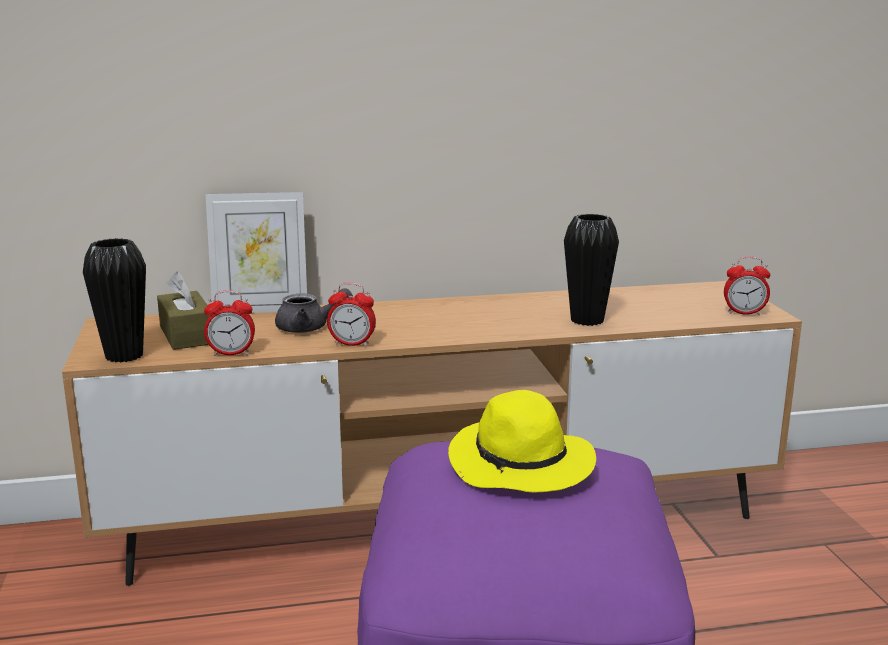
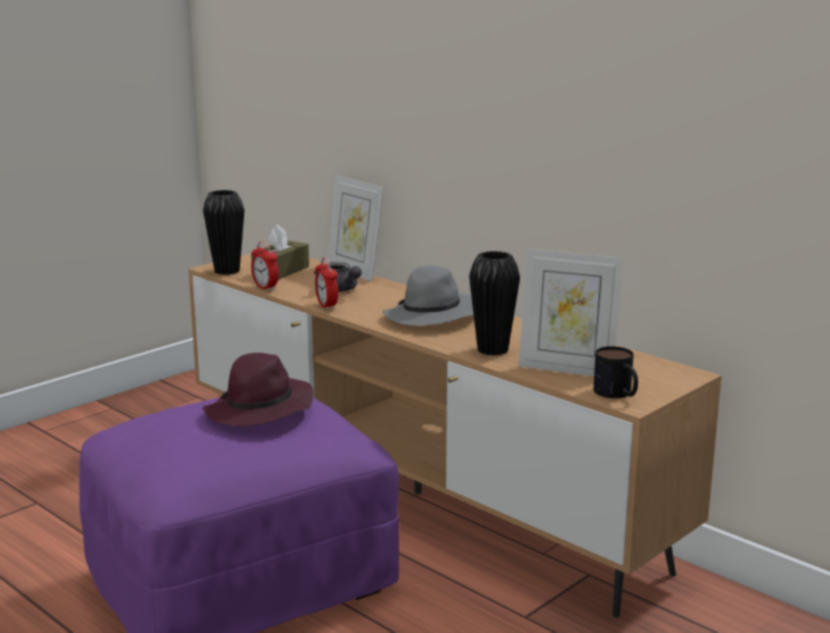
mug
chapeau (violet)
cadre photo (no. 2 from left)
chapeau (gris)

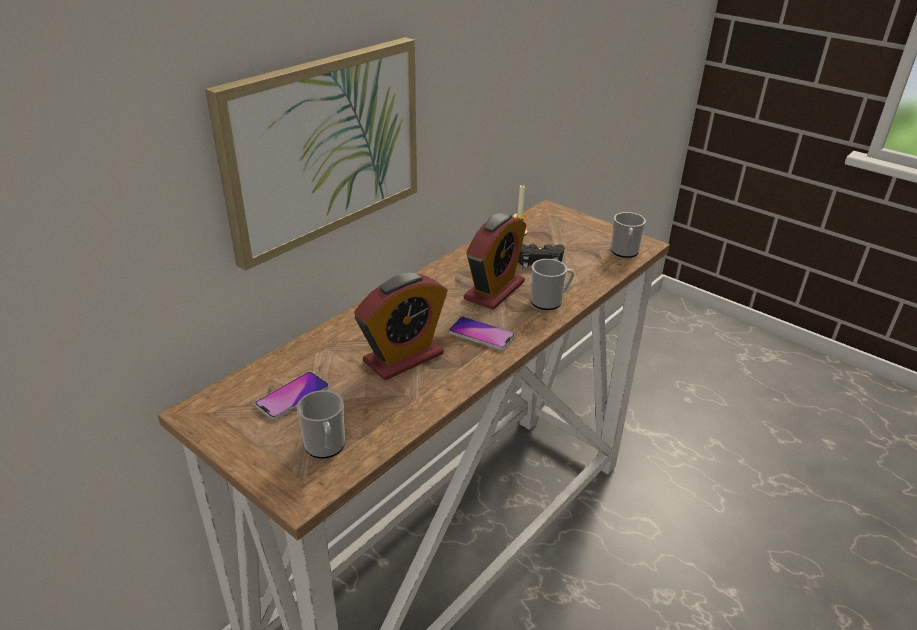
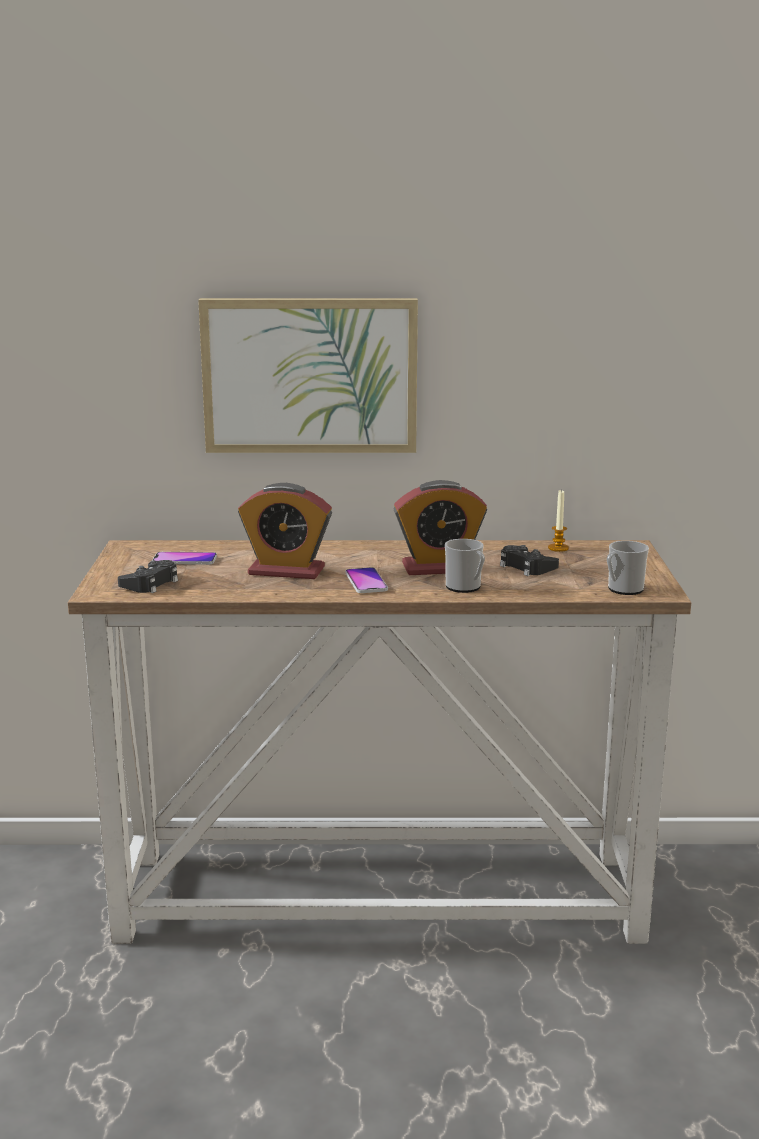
manette (noir) (no. 1 from left)

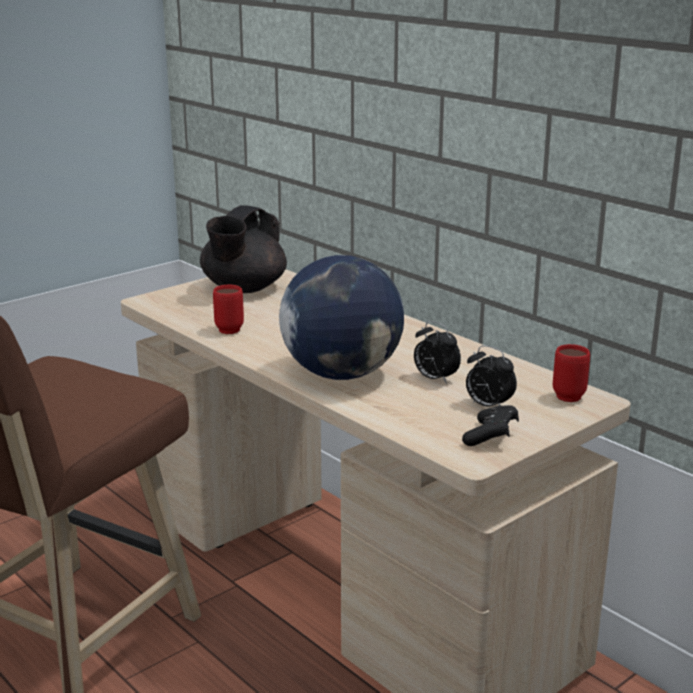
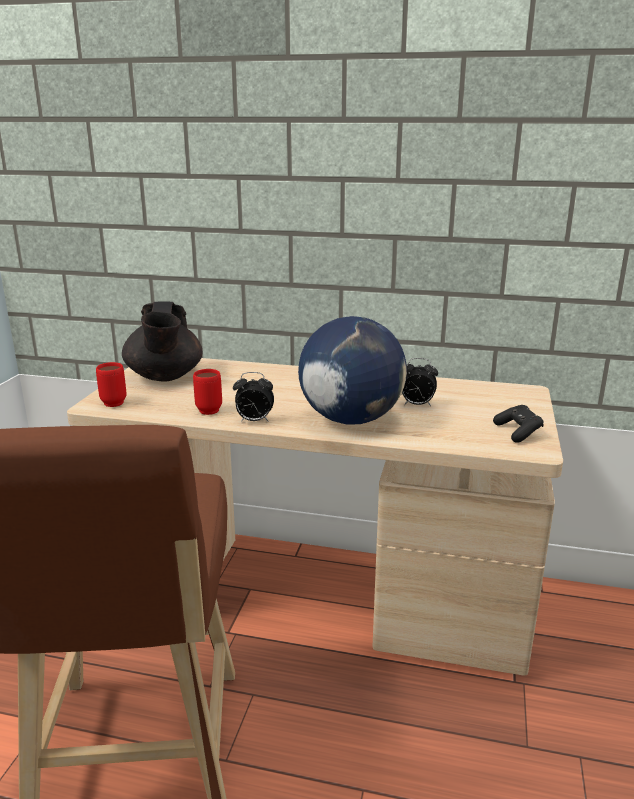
mug (rouge) (no. 1 from left)
réveil (no. 1 from left)

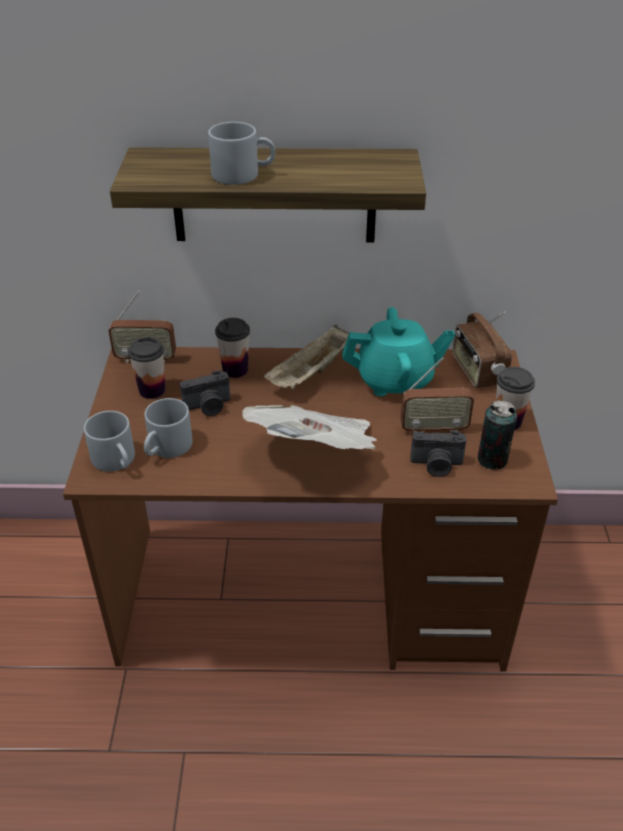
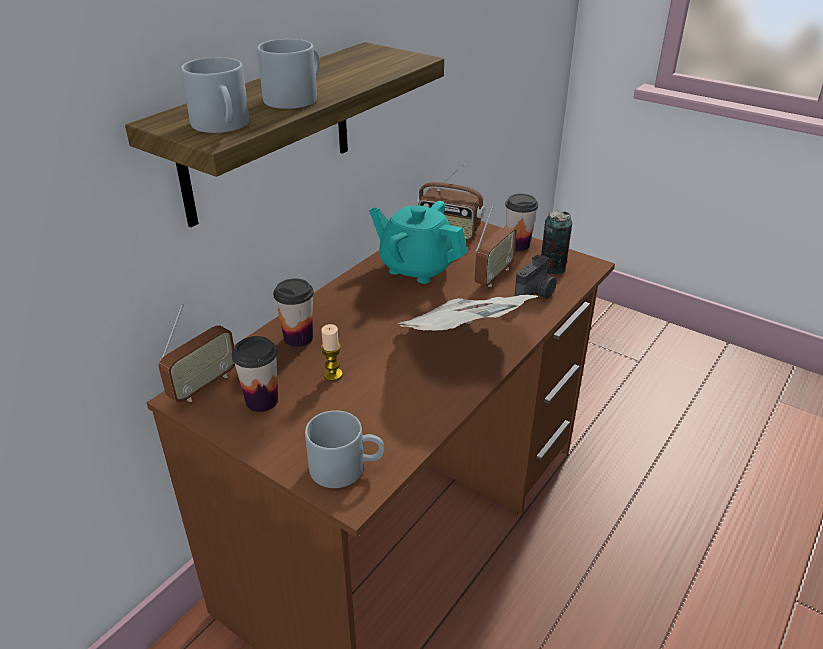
théière (turquoise)
plateau (beige)
bougie
mug (gris) (no. 1 from left)

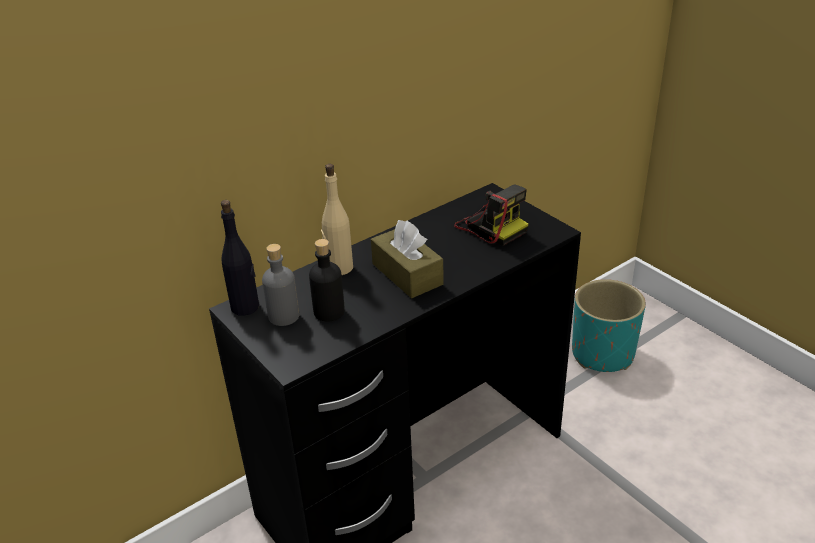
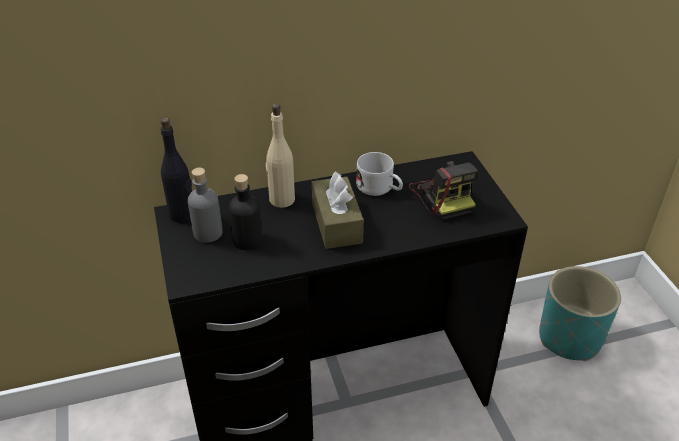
mug (blanc)

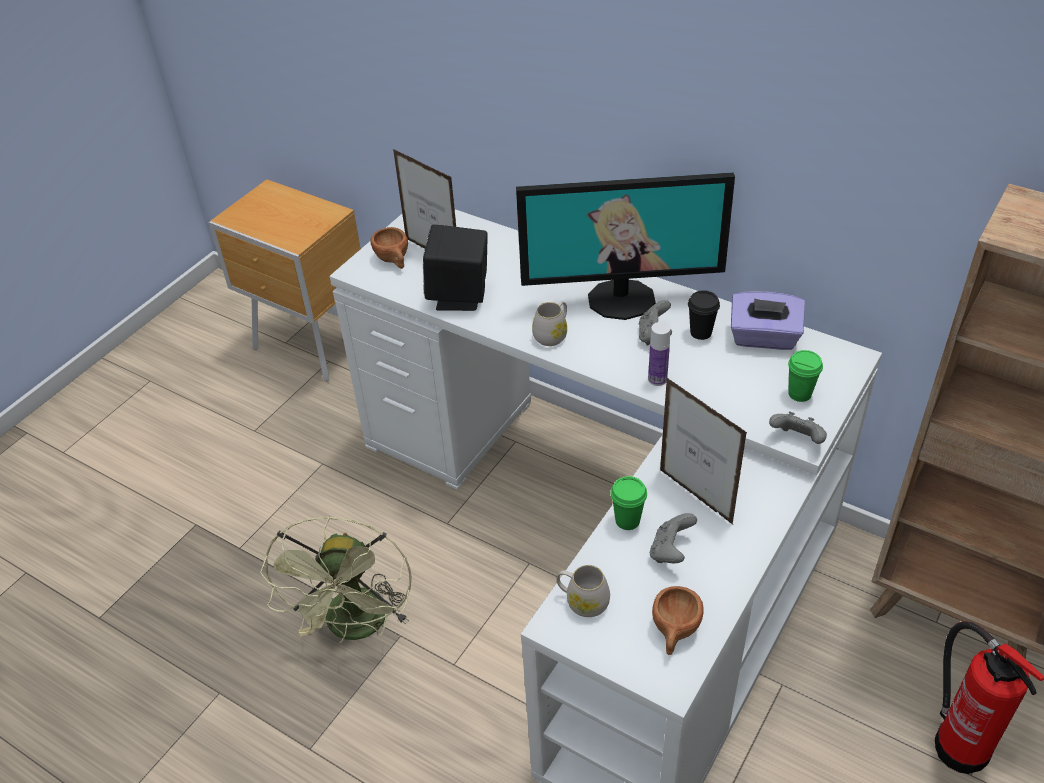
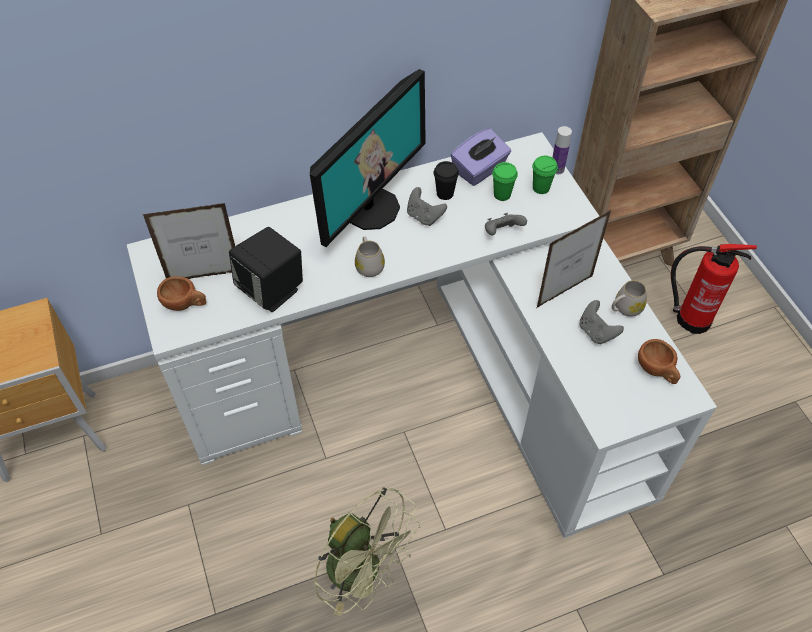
bouteille
cadre photo (no. 2 from left)
manette (gris) (no. 2 from left)
tasse (vert) (no. 1 from left)
mug (blanc) (no. 2 from left)

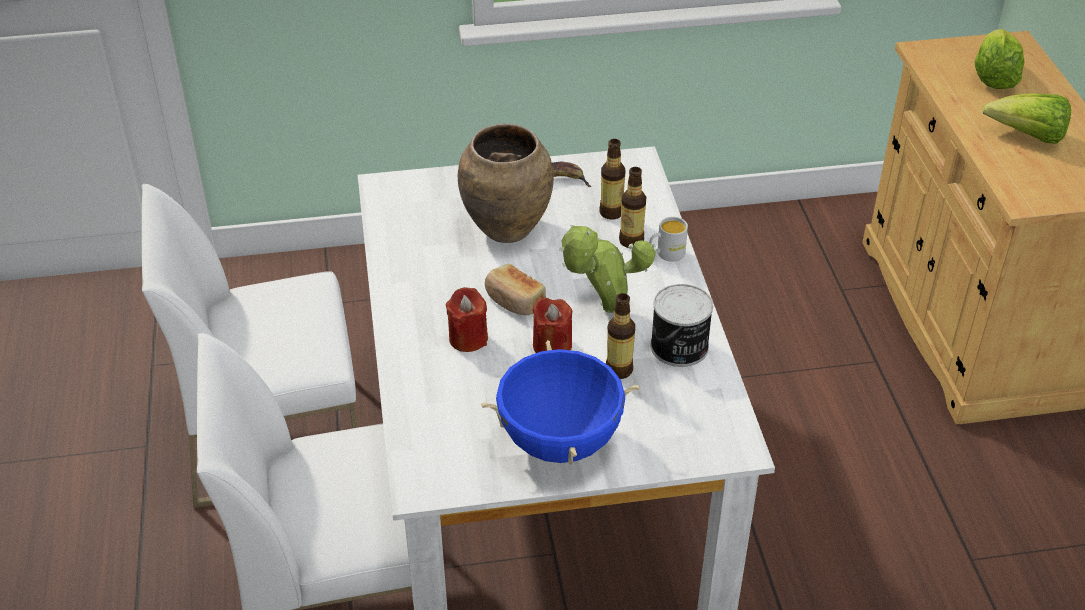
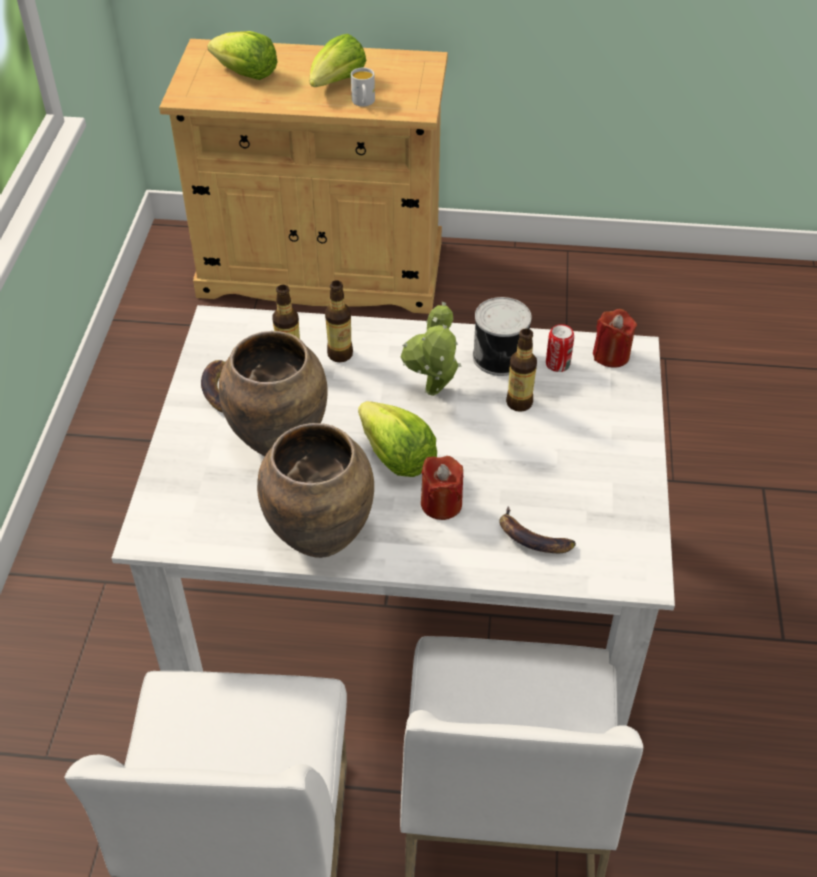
mug (blanc)
laitue (no. 3 from left)
bougie (rouge) (no. 2 from left)
marmite (bleu)
boîte métallique (no. 2 from left)
vase (marron) (no. 2 from left)
banane (no. 2 from left)

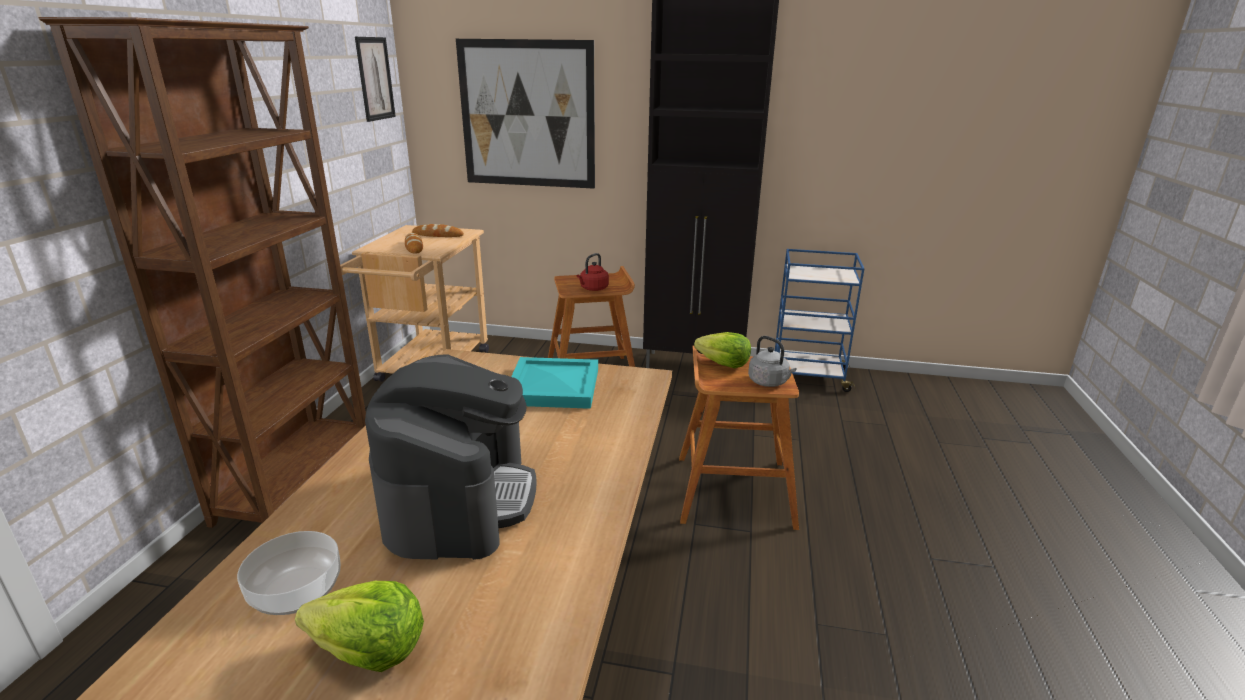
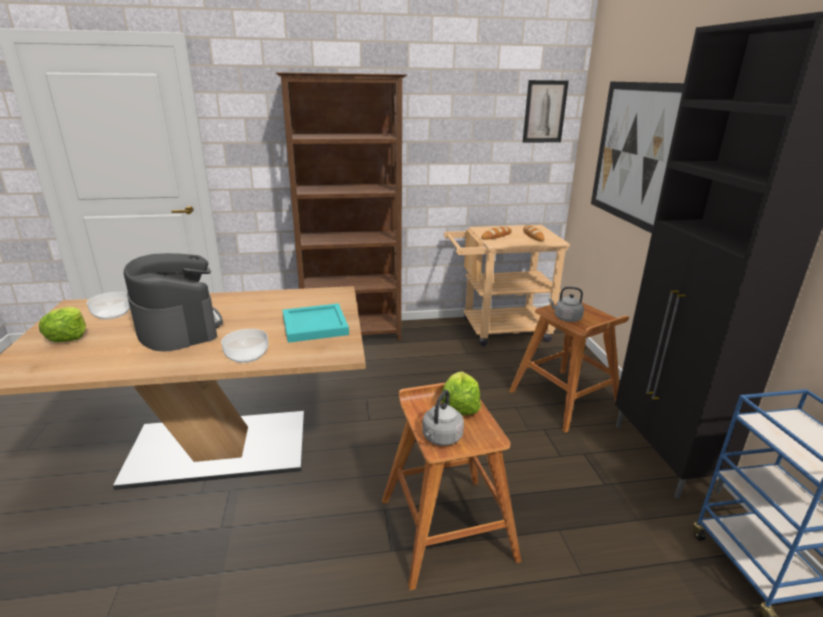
bouilloire (gris) (no. 2 from left)
machine à café
bol (no. 2 from left)

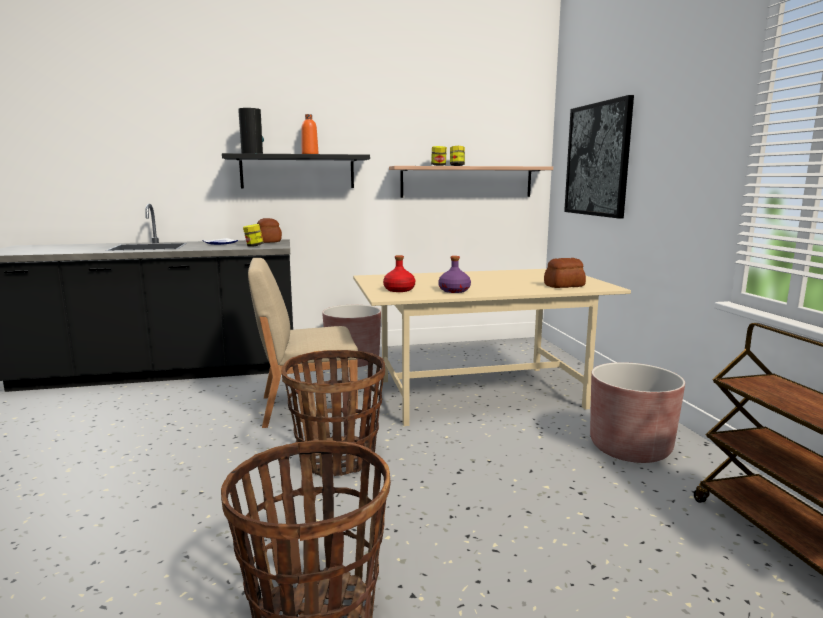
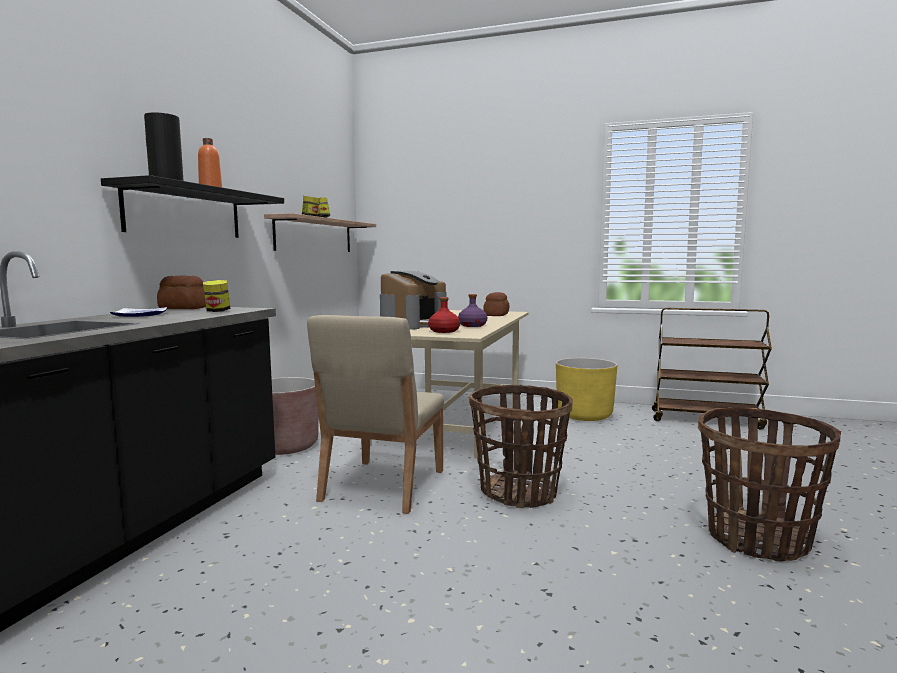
tableau
cache-pot (jaune)
machine à café

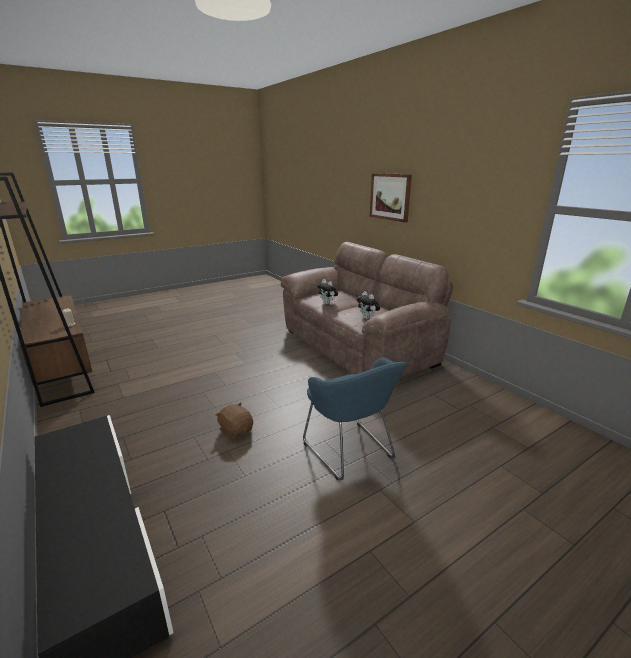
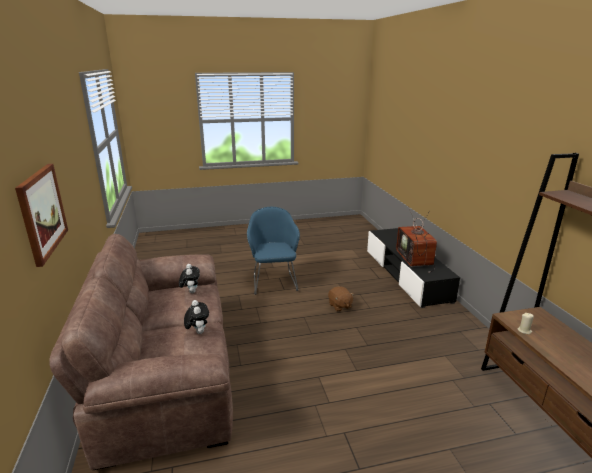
téléviseur

